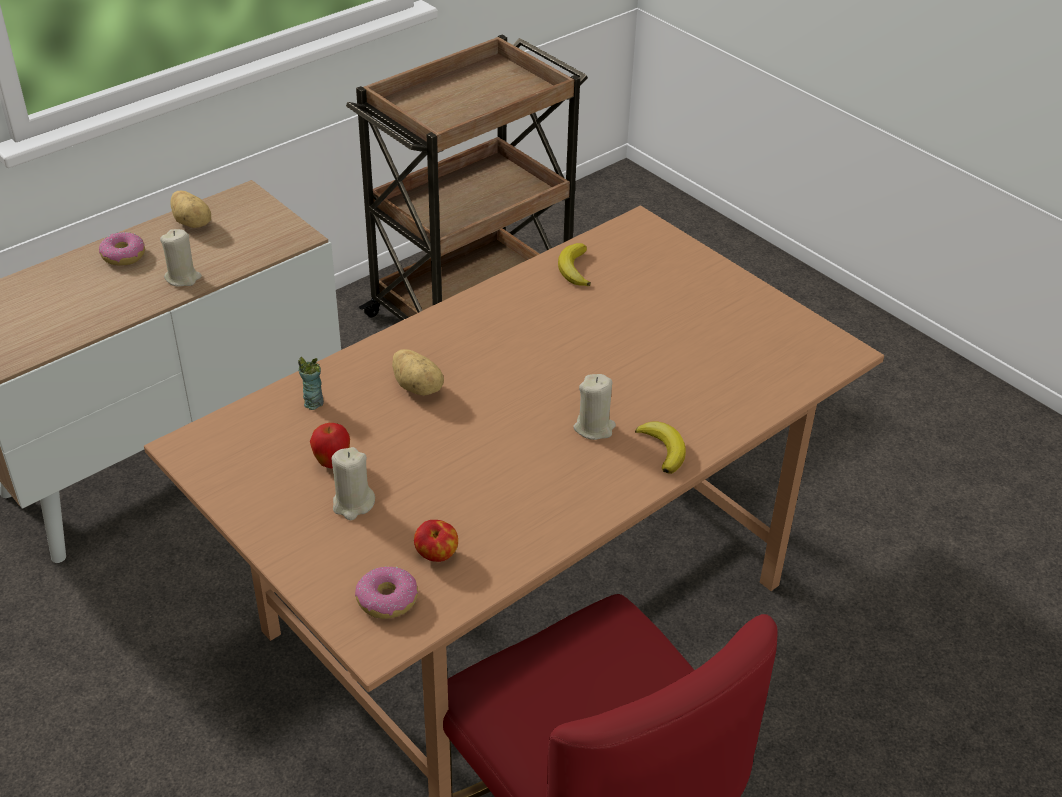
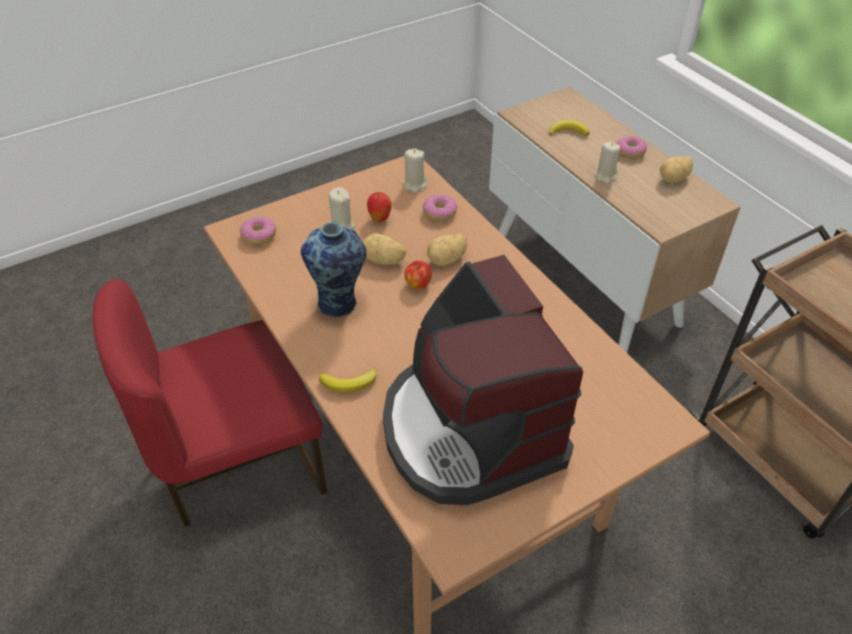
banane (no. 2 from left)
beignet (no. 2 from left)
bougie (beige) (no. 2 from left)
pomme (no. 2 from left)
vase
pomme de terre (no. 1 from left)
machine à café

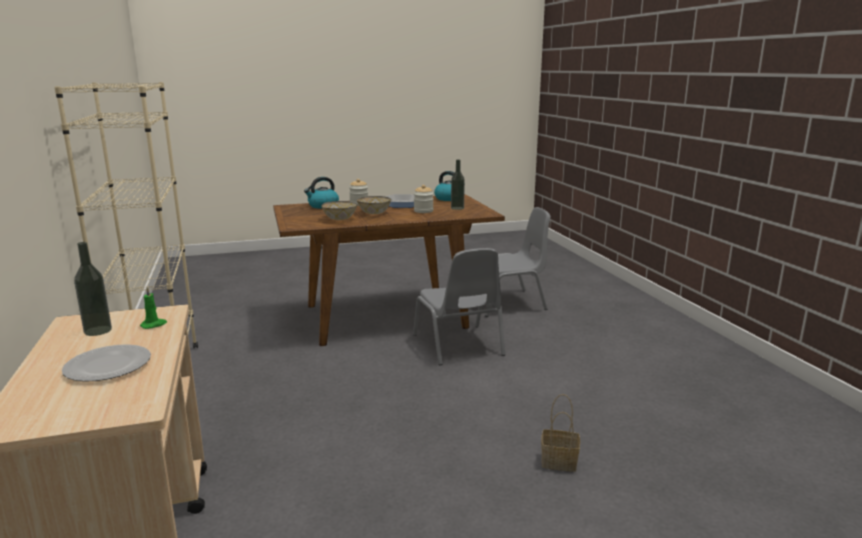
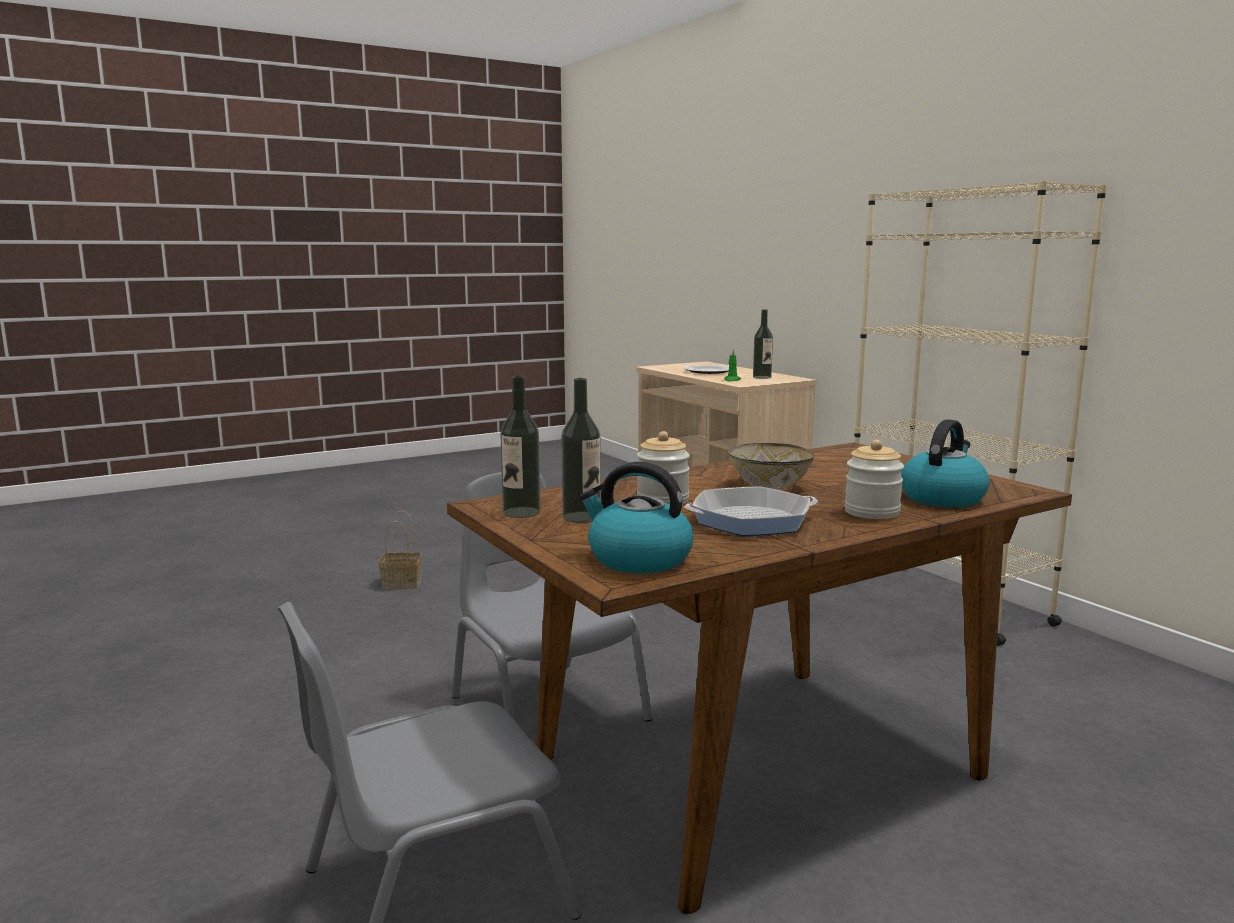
bol (no. 1 from left in the first image)
bouteille (no. 1 from left)

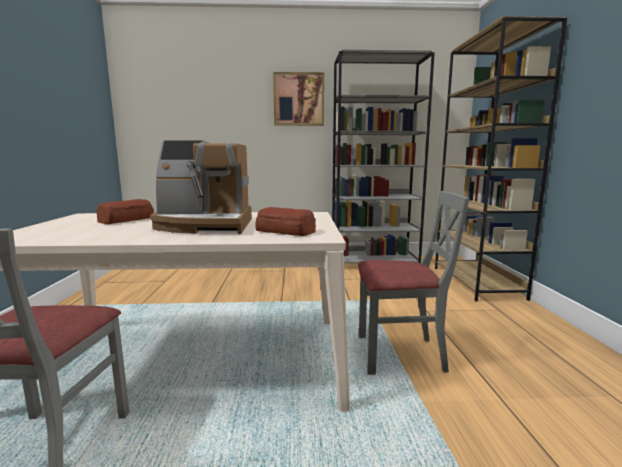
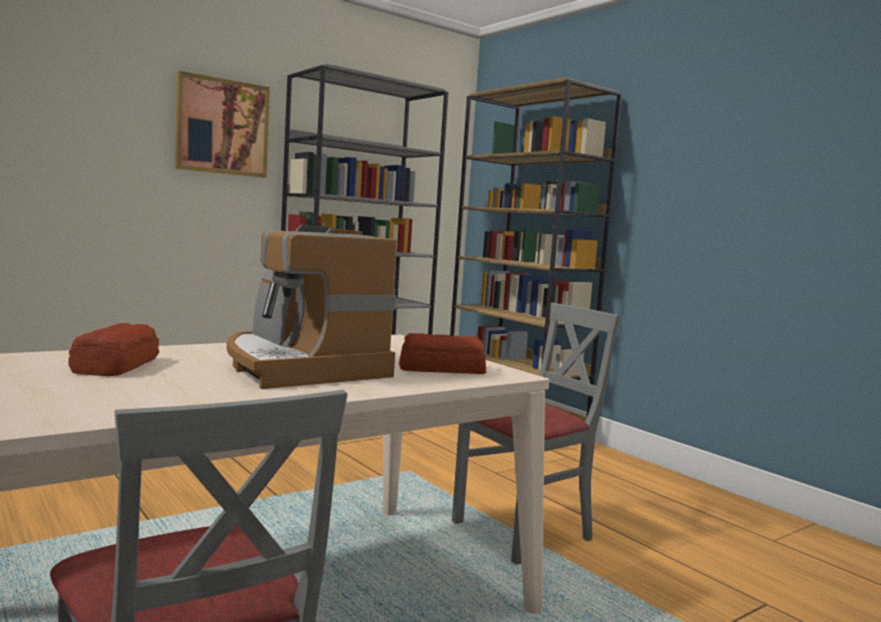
machine à café

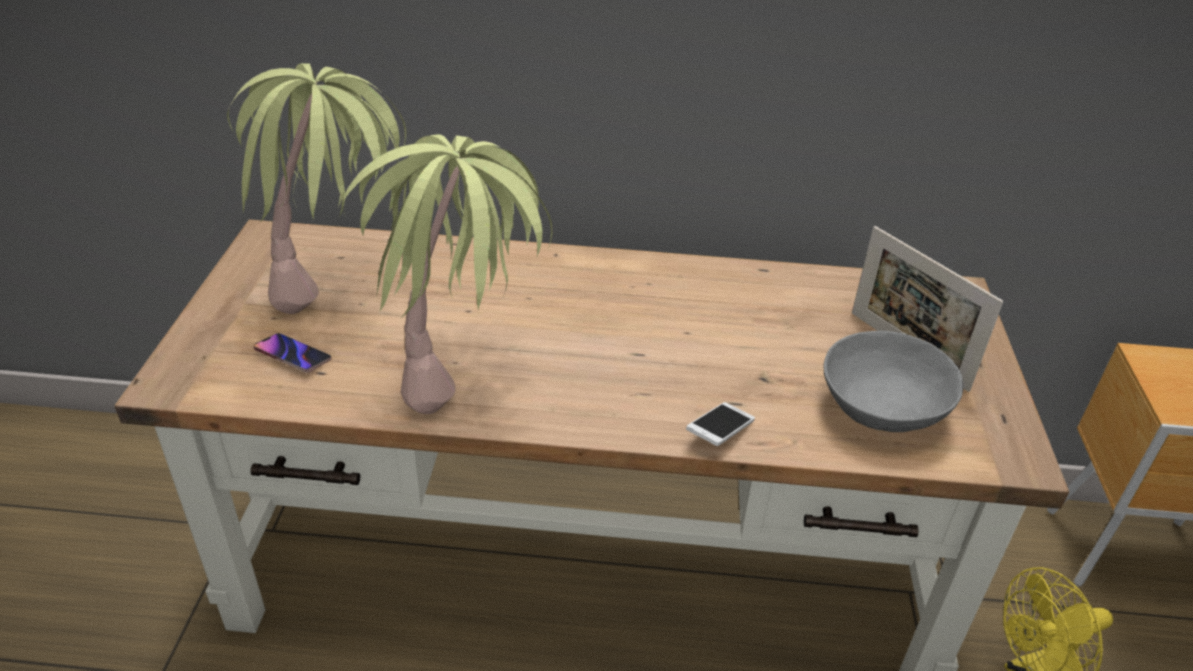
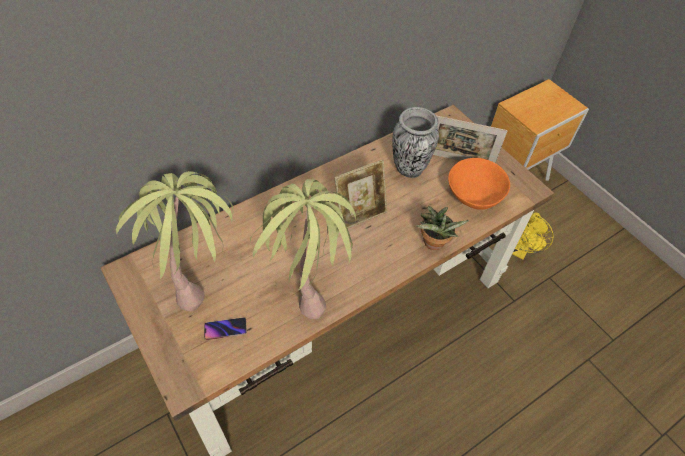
bol (orange)
plante en pot (no. 3 from left)
vase
cadre photo (no. 1 from left)

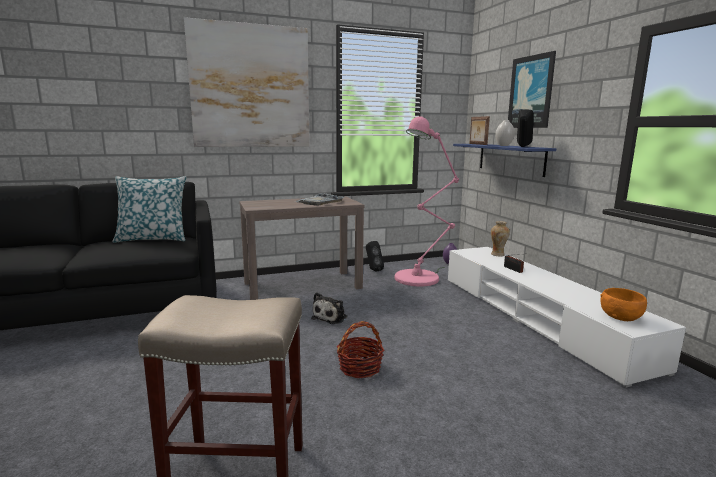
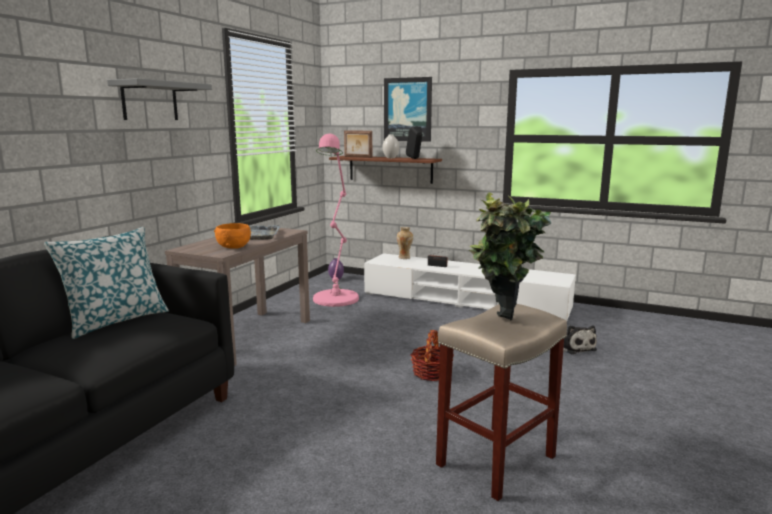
étagère (gris)
étagère (marron)
enceinte (noir) (no. 1 from left in the first image)
bol (orange)
peluche
plante en pot

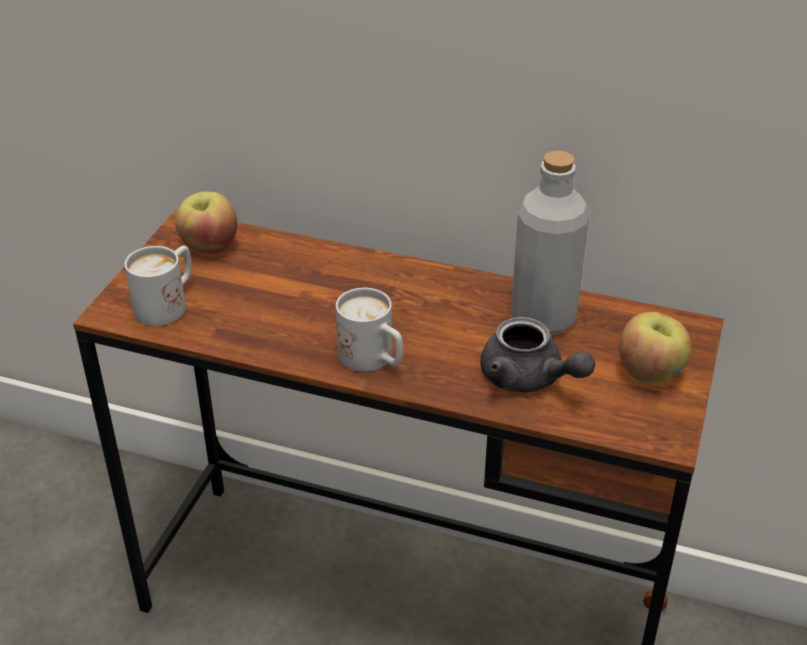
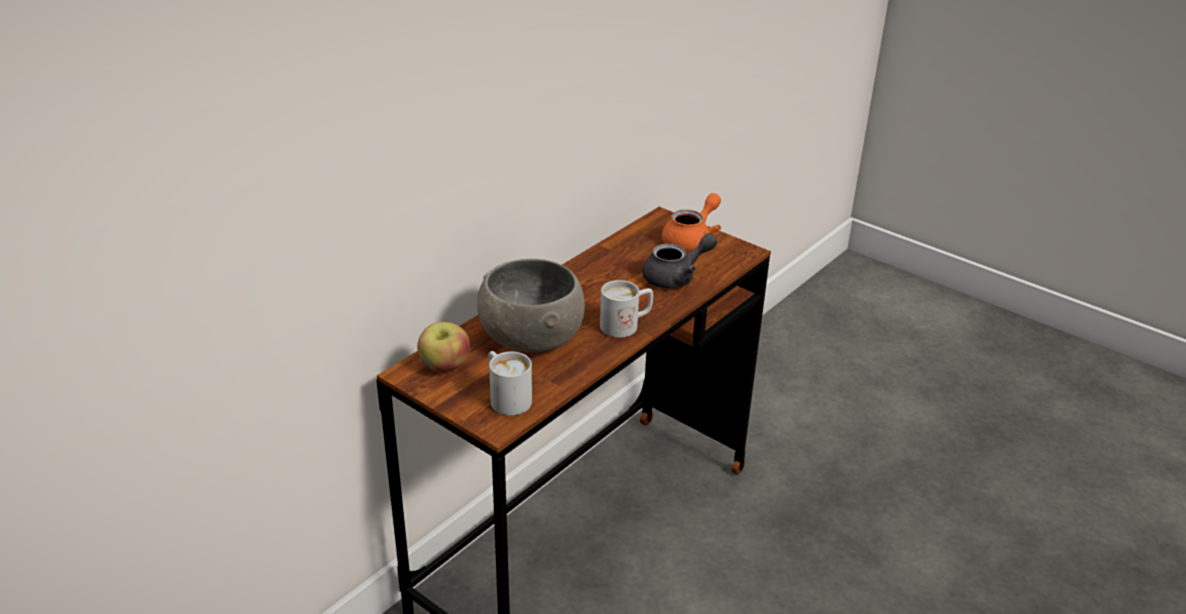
bouteille (gris)
théière (orange)
bol (gris)

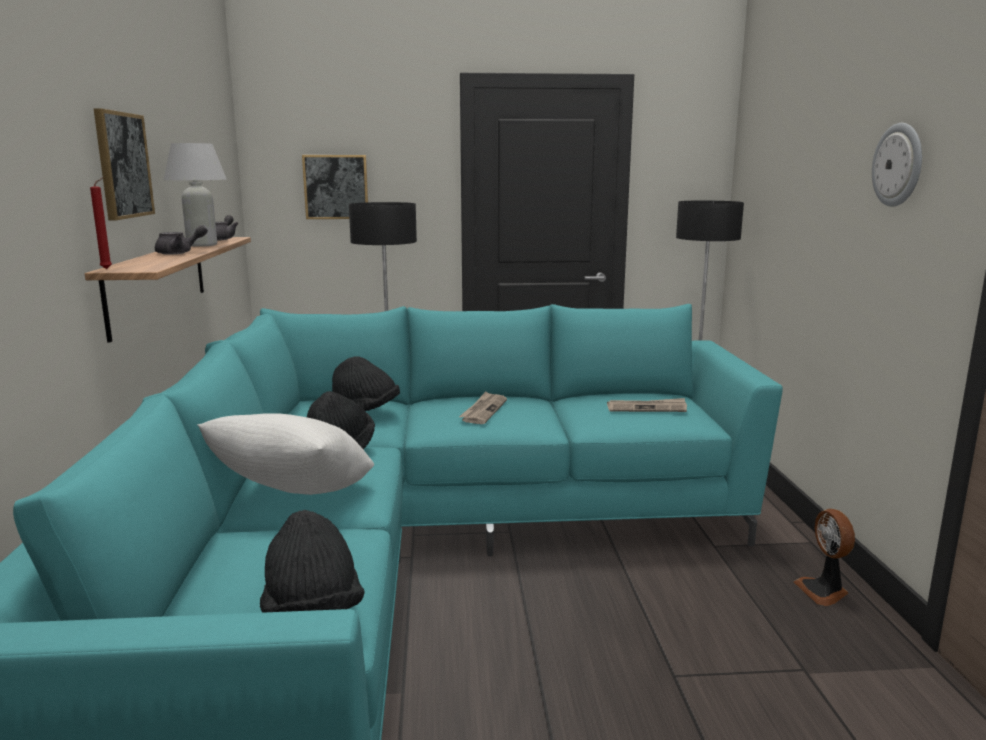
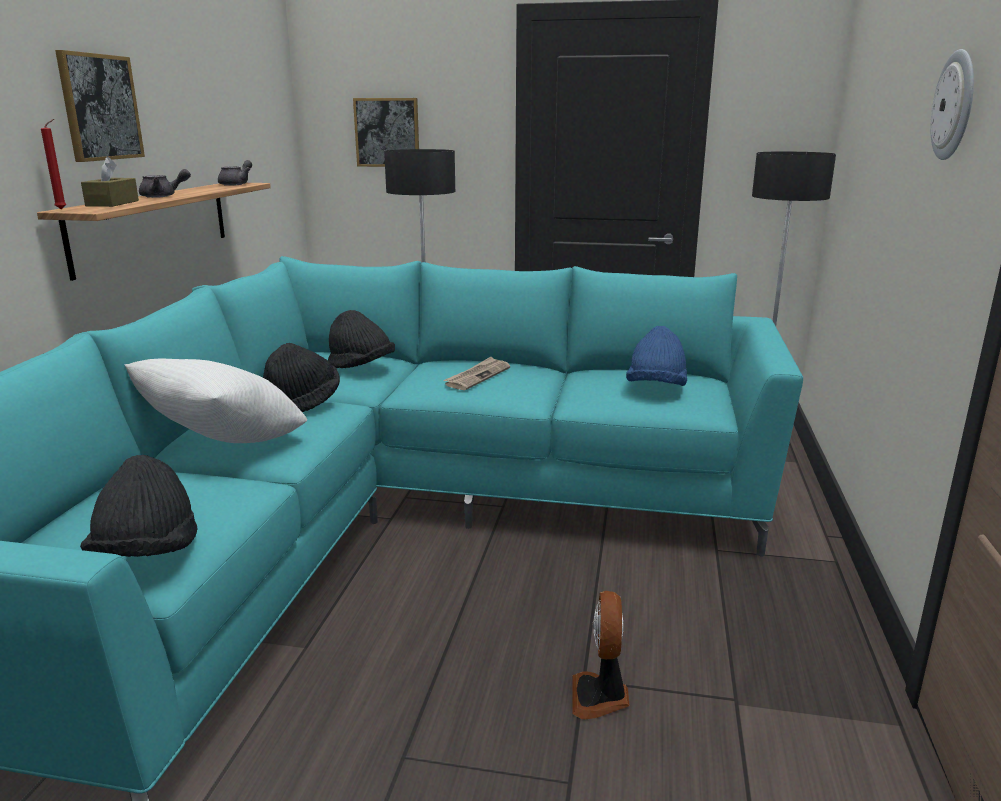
lampe de table (blanc)
chapeau (bleu)
ventilateur
boîte à mouchoirs (marron)

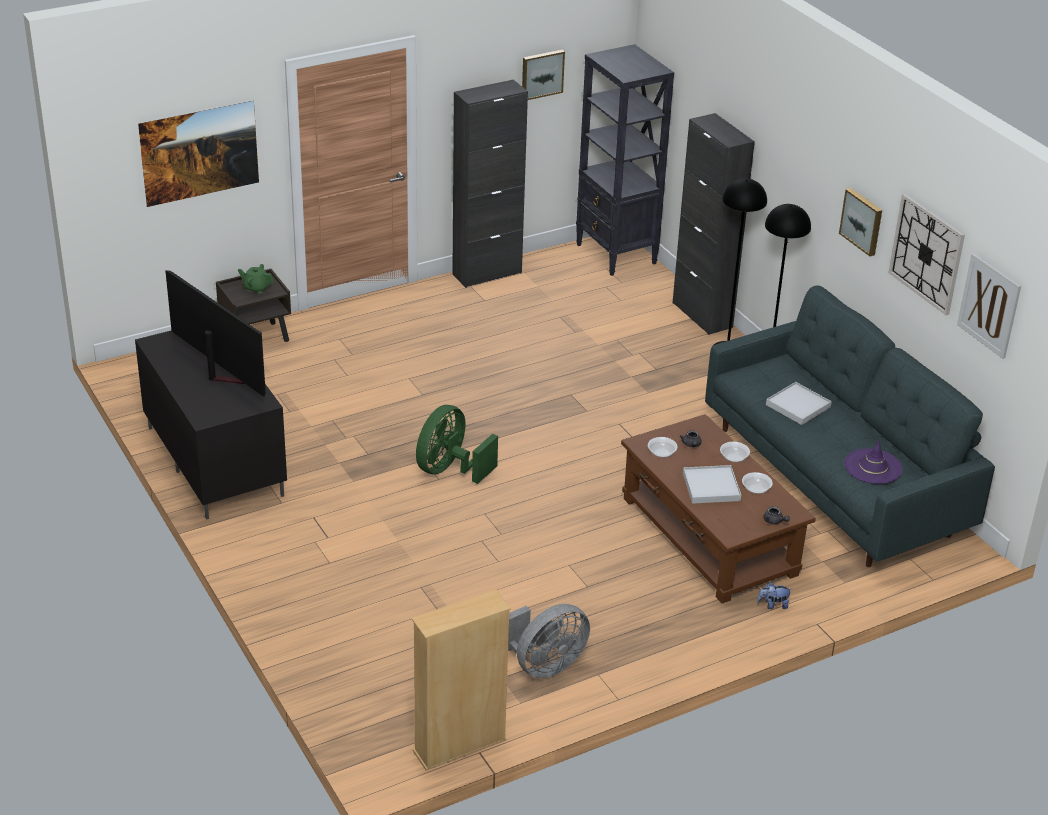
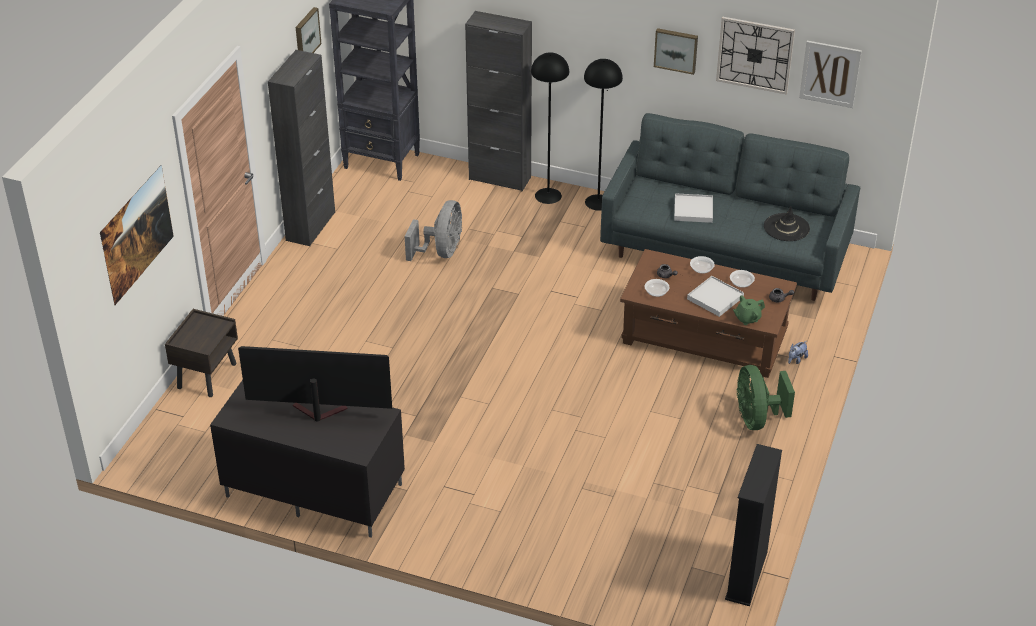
théière (vert)
ventilateur (vert)
chapeau (noir)
bibliothèque (noir) (no. 2 from left)
ventilateur (gris)

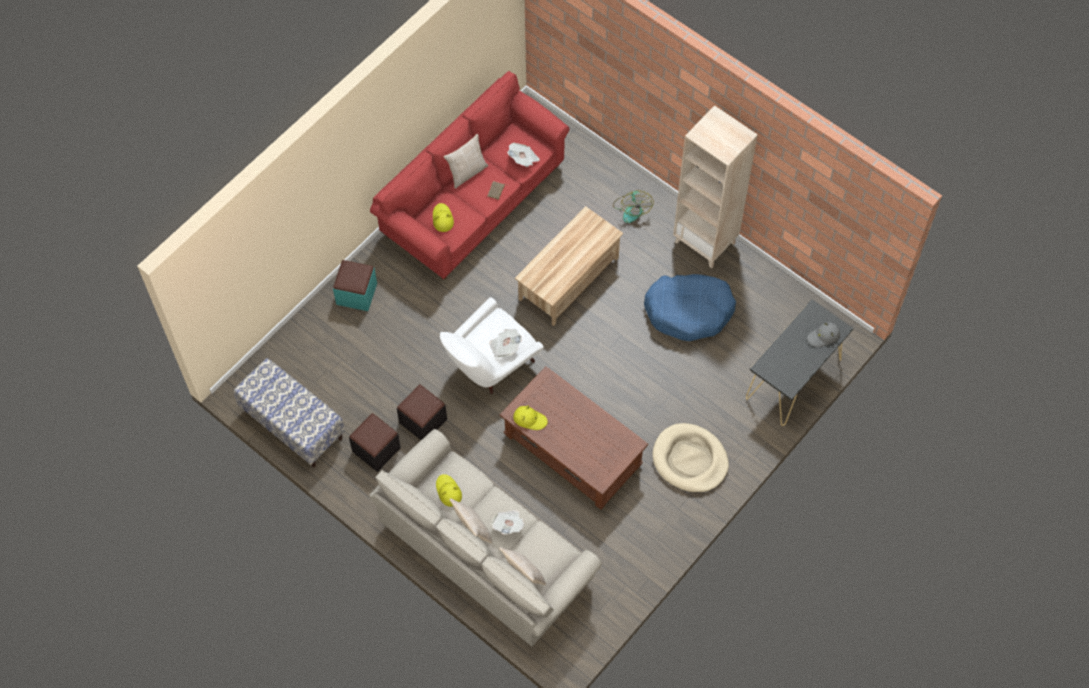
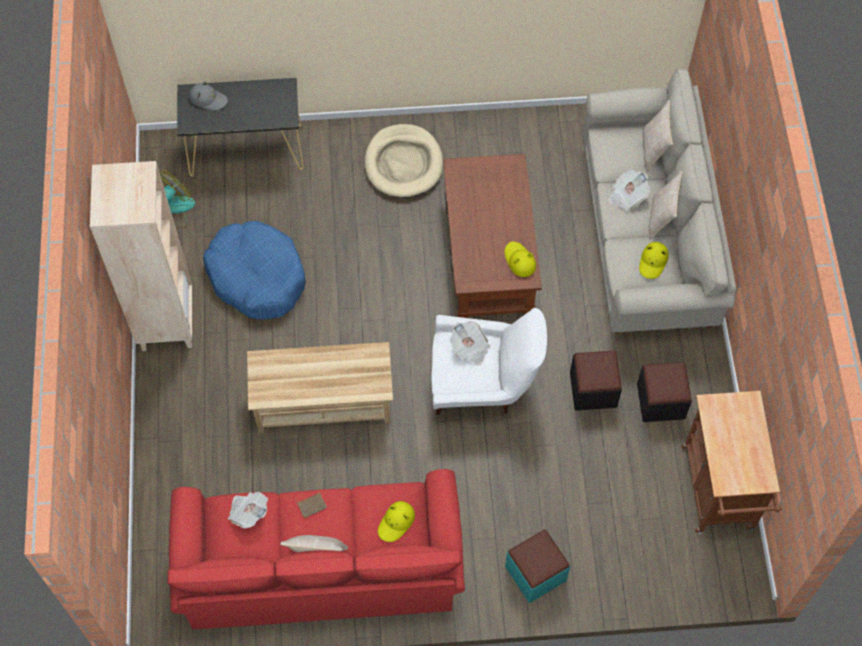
ventilateur
chariot (marron)

